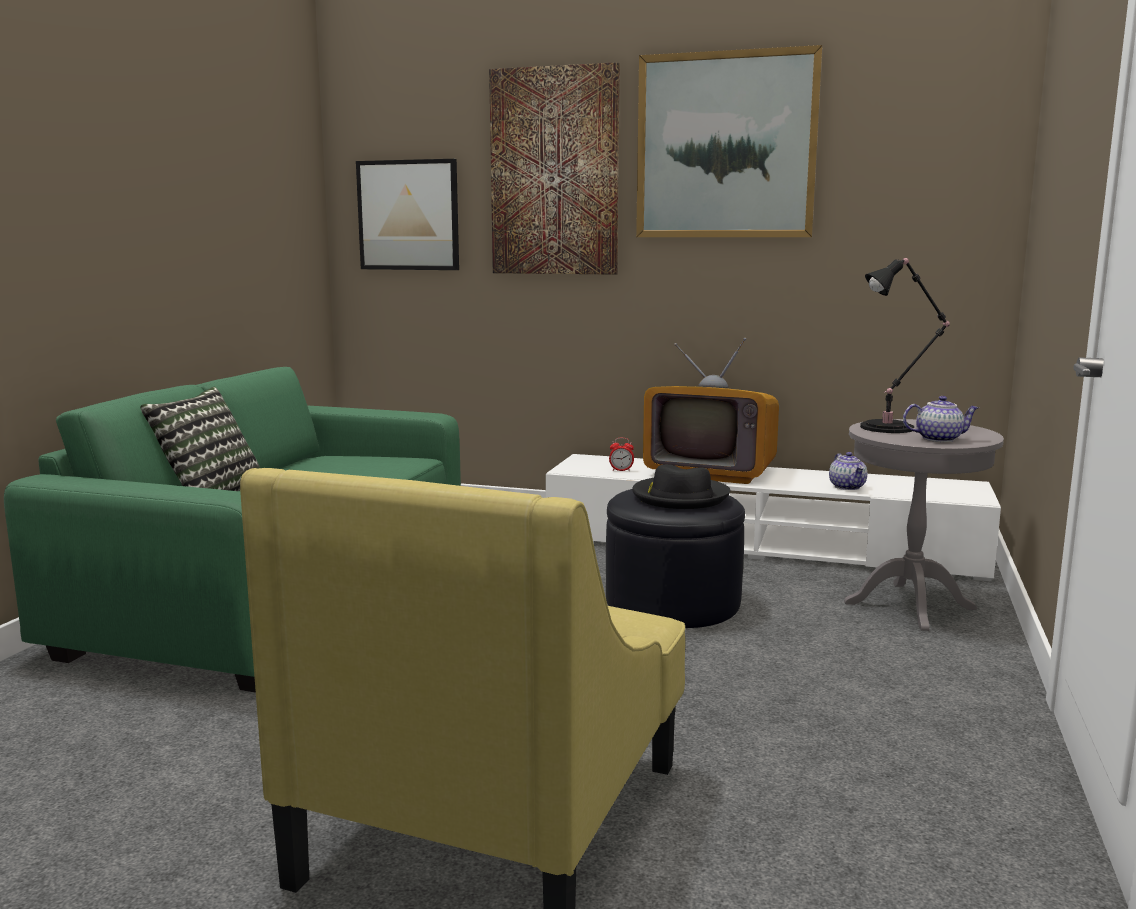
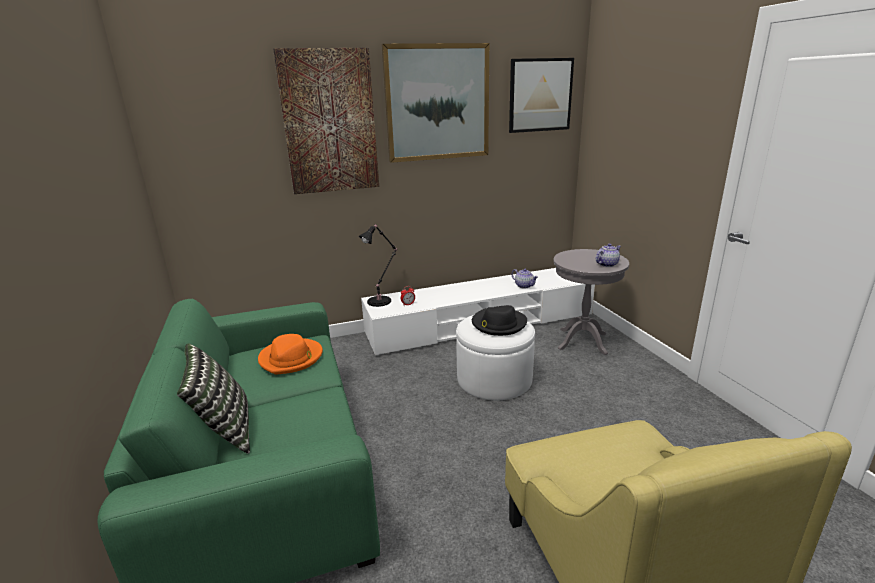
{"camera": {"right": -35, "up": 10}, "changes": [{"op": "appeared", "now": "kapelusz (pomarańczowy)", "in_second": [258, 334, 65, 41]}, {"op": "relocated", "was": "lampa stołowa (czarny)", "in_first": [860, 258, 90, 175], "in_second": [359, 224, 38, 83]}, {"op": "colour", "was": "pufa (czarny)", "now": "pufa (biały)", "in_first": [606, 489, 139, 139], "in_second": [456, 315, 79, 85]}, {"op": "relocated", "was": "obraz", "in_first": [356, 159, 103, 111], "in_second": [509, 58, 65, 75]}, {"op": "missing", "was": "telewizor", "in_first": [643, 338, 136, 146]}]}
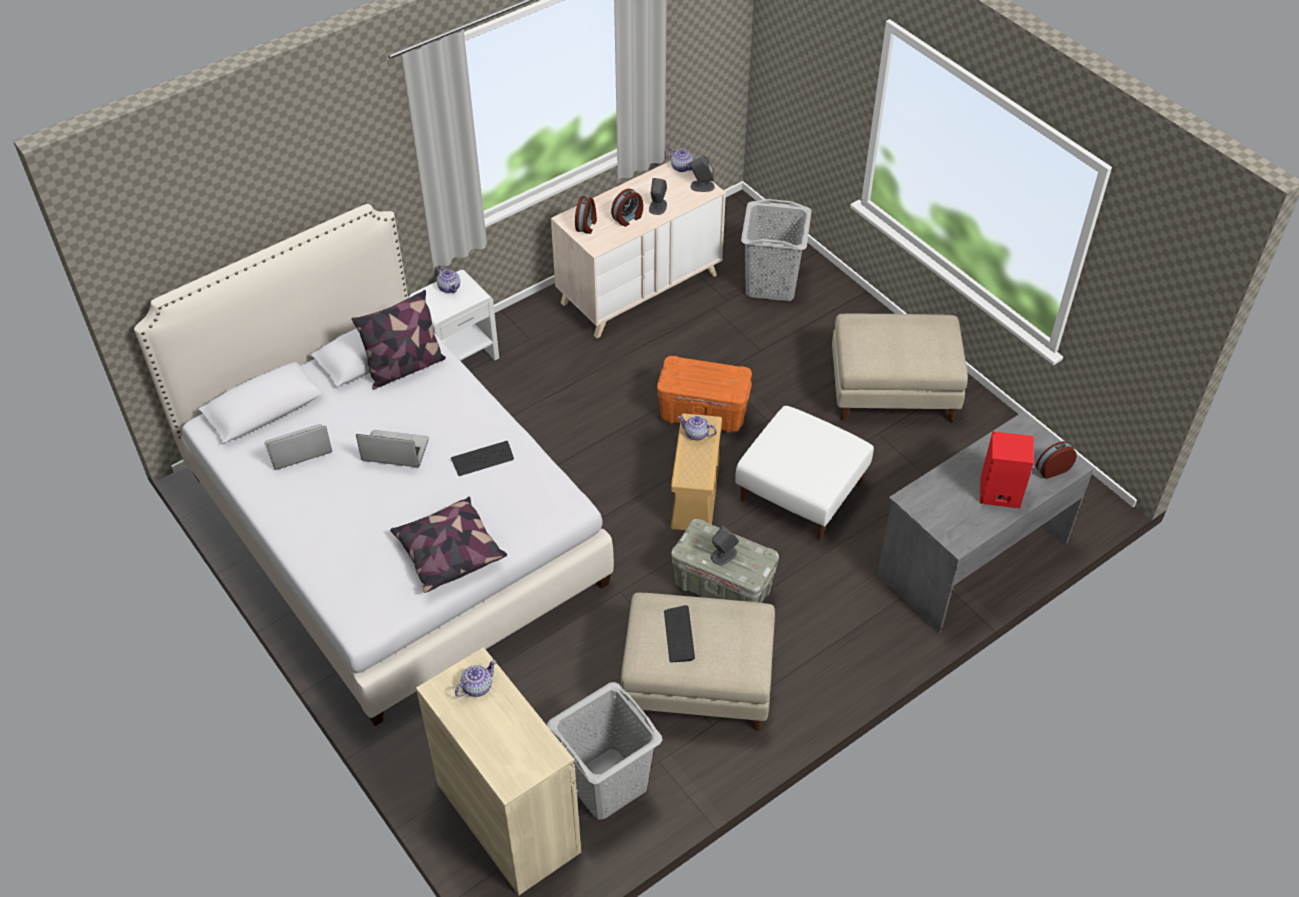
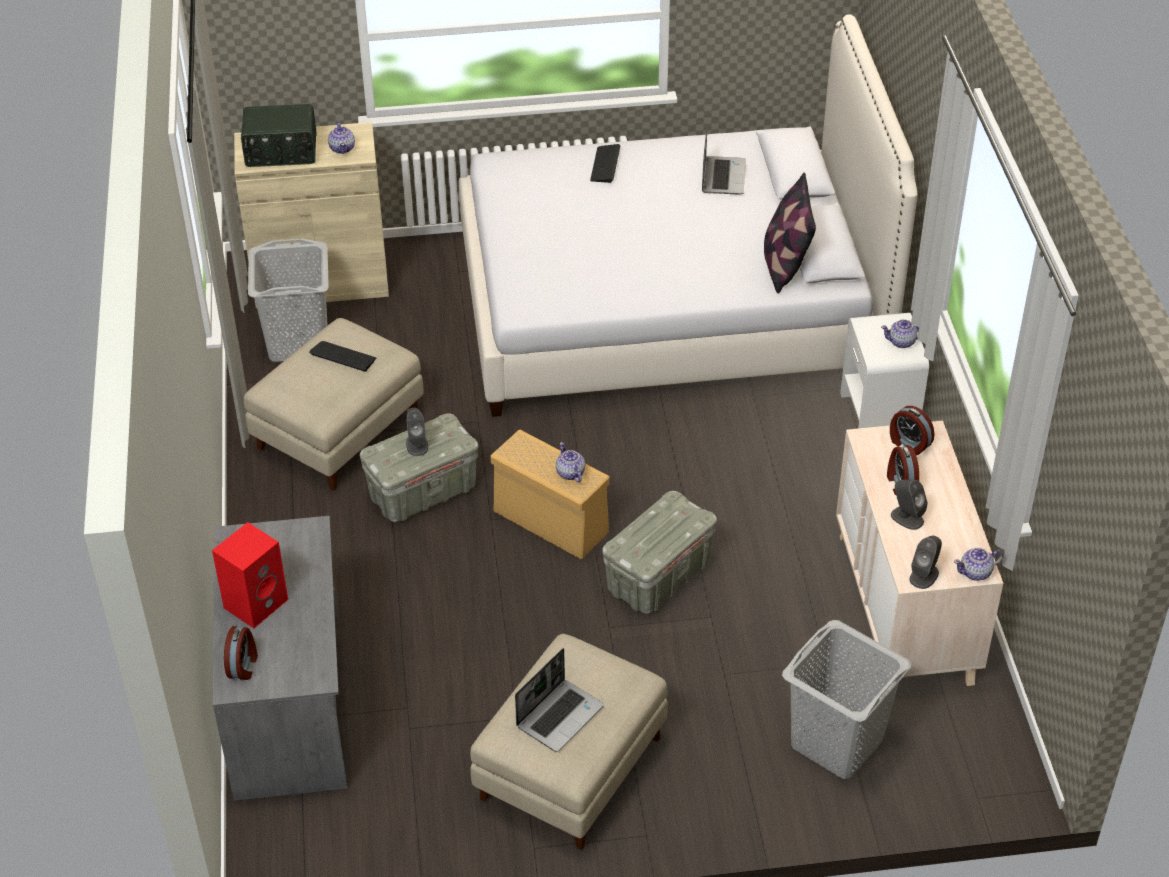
{"camera": {"right": 120, "up": -5}, "changes": [{"op": "appeared", "now": "radio", "in_second": [241, 104, 75, 63]}, {"op": "relocated", "was": "laptop", "in_first": [356, 430, 73, 37], "in_second": [515, 648, 89, 104]}, {"op": "spun", "was": "imbryk", "in_first": [678, 415, 39, 25], "in_second": [556, 442, 29, 40], "clockwise": -75}, {"op": "relocated", "was": "klawiatura", "in_first": [451, 441, 63, 35], "in_second": [590, 144, 30, 39]}, {"op": "colour", "was": "pojemnik do przechowywania (pomarańczowy)", "now": "pojemnik do przechowywania (szary)", "in_first": [657, 356, 95, 77], "in_second": [602, 491, 115, 123]}, {"op": "missing", "was": "poduszka", "in_first": [390, 496, 117, 97]}, {"op": "missing", "was": "pufa (biały)", "in_first": [735, 406, 139, 134]}]}
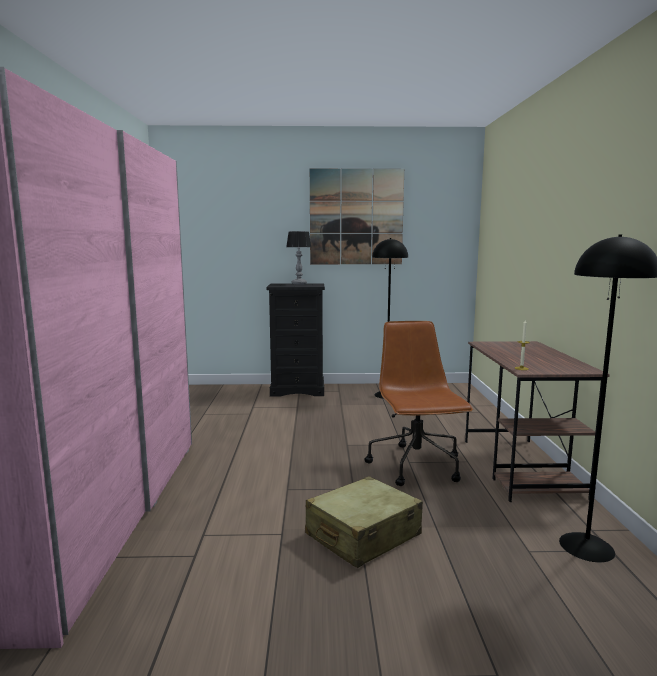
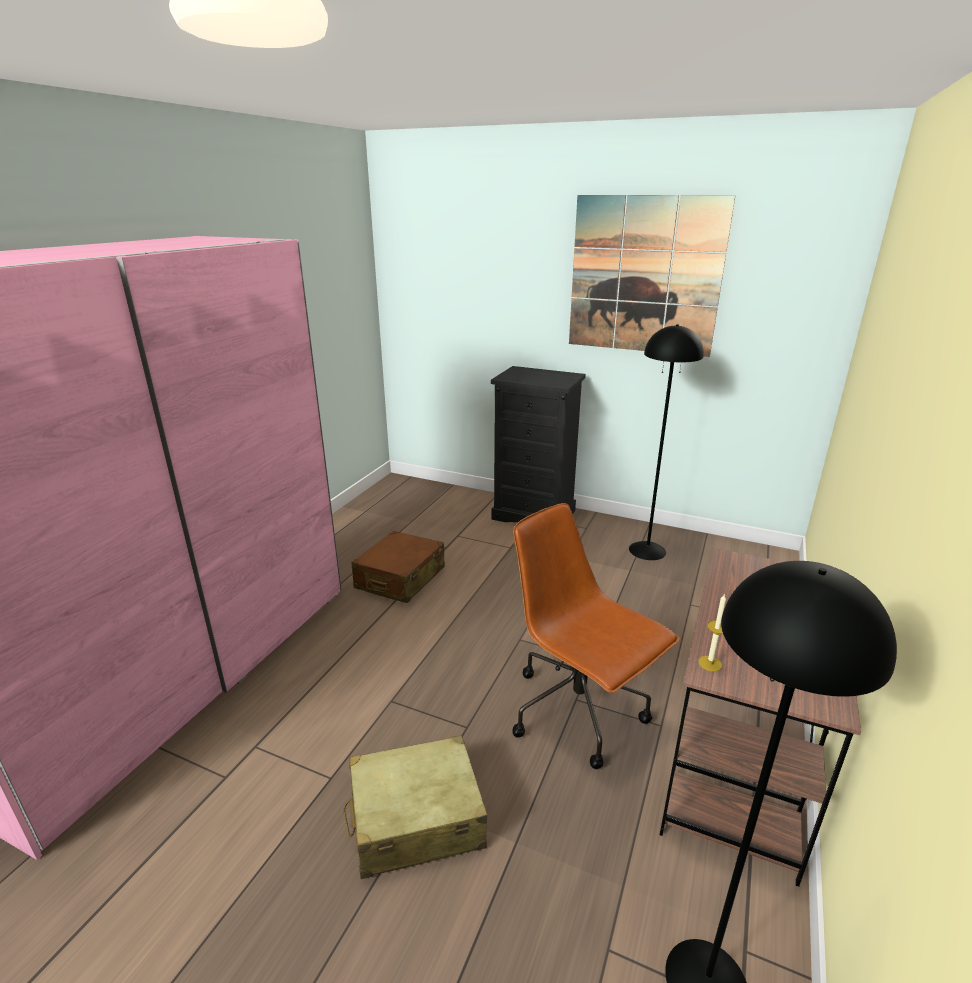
{"camera": {"right": 25, "up": 15}, "changes": [{"op": "appeared", "now": "walizka (brązowy)", "in_second": [351, 531, 94, 72]}, {"op": "spun", "was": "krzesło biurowe (brązowy)", "in_first": [364, 321, 109, 165], "in_second": [512, 503, 168, 266], "clockwise": -60}, {"op": "missing", "was": "lampa stołowa", "in_first": [286, 231, 25, 54]}]}
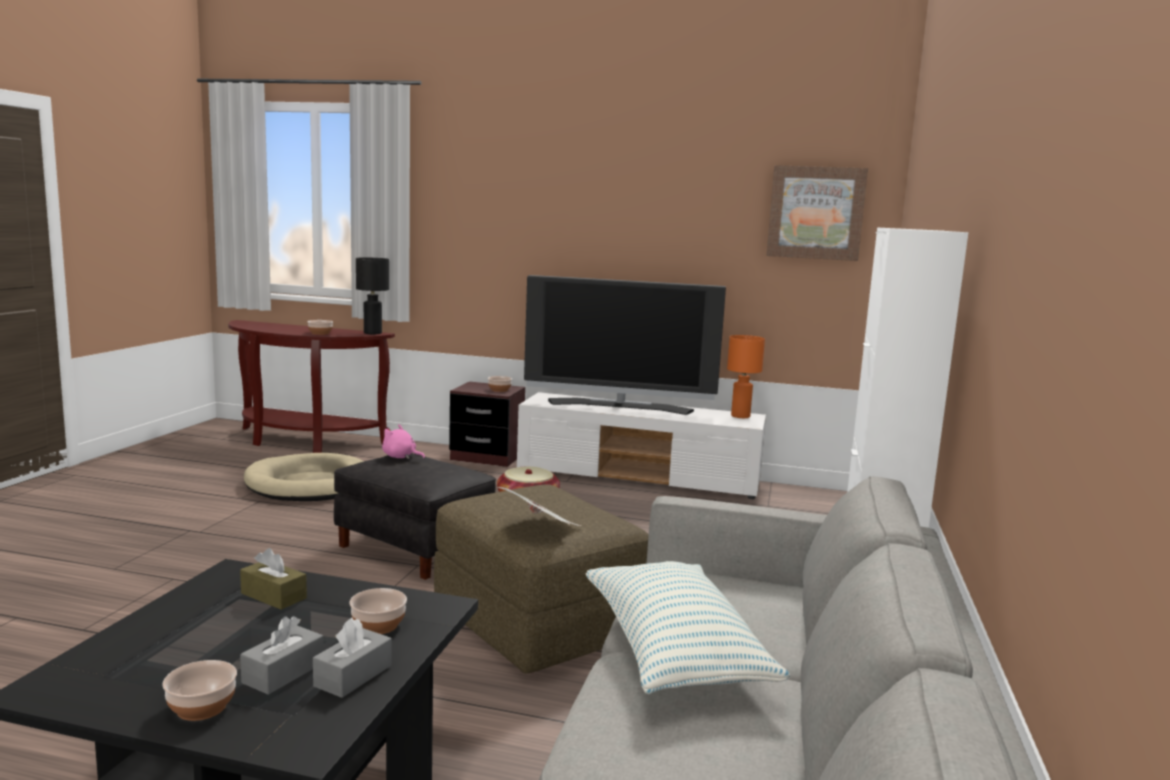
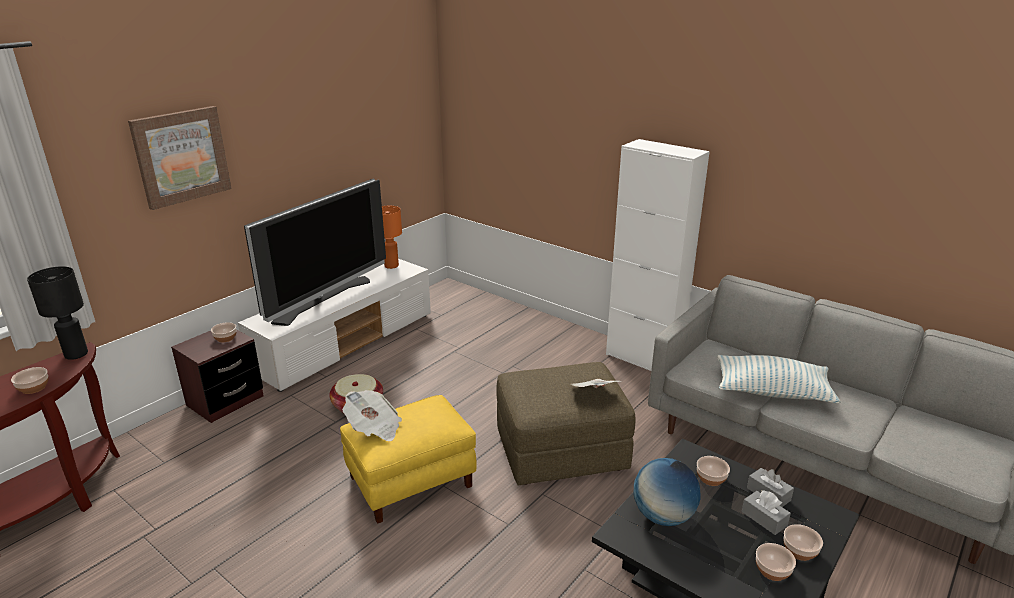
{"camera": {"right": -65, "up": 15}, "changes": [{"op": "relocated", "was": "obraz", "in_first": [766, 165, 102, 96], "in_second": [128, 106, 104, 104]}, {"op": "colour", "was": "pufa (czarny)", "now": "pufa (żółty)", "in_first": [334, 453, 162, 127], "in_second": [340, 395, 137, 129]}, {"op": "exchanged", "was": "pluszak (różowy)", "now": "gazeta", "in_first": [382, 424, 43, 35], "in_second": [342, 390, 60, 51]}, {"op": "exchanged", "was": "pudełko chusteczek (brązowy)", "now": "globus", "in_first": [240, 548, 67, 62], "in_second": [634, 458, 67, 68]}, {"op": "appeared", "now": "miska", "in_second": [756, 543, 40, 38]}, {"op": "missing", "was": "legowisko (beżowy)", "in_first": [244, 453, 120, 48]}]}
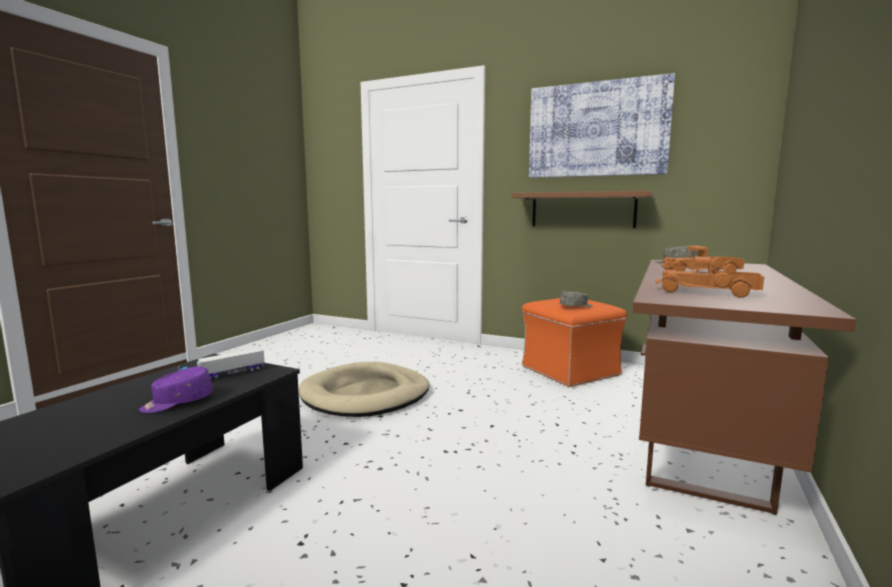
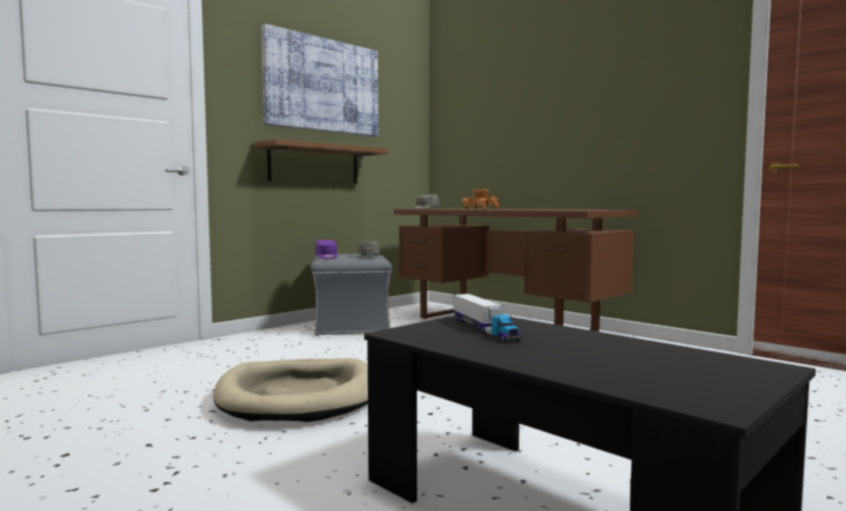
{"camera": {"right": -70, "up": -5}, "changes": [{"op": "colour", "was": "pufa (pomarańczowy)", "now": "pufa (szary)", "in_first": [522, 298, 105, 90], "in_second": [311, 254, 81, 82]}, {"op": "relocated", "was": "czapka z daszkiem (fioletowy)", "in_first": [139, 367, 74, 46], "in_second": [315, 240, 23, 19]}, {"op": "missing", "was": "ciężarówka zabawkowa", "in_first": [656, 256, 108, 42]}]}
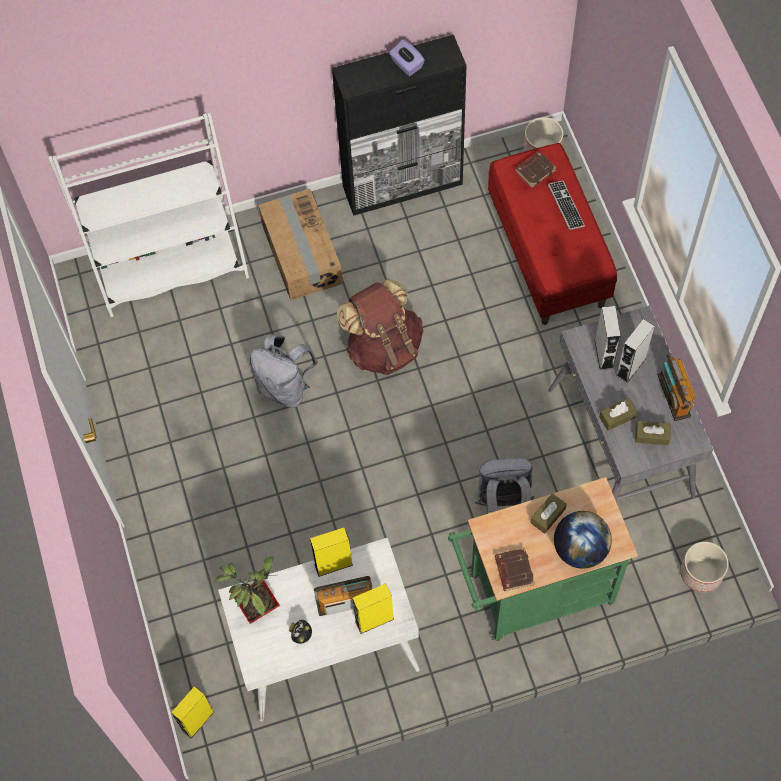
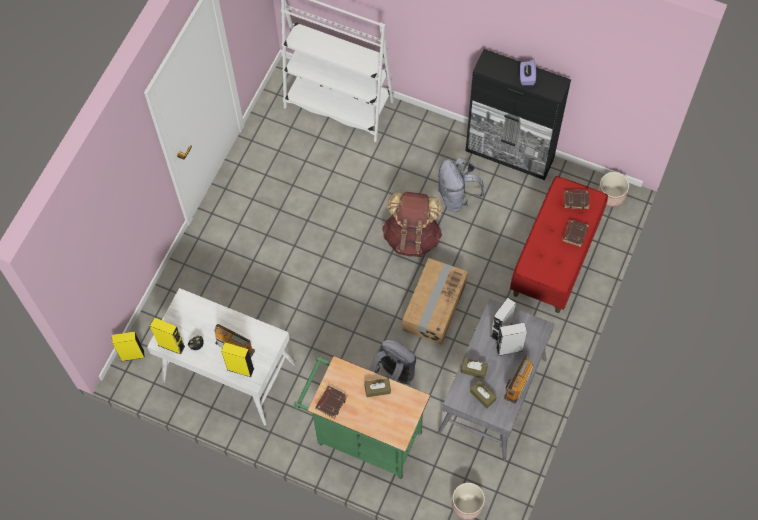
{"camera": {"right": 40, "up": 0}, "changes": [{"op": "relocated", "was": "głośnik (żółty)", "in_first": [310, 527, 43, 50], "in_second": [150, 317, 35, 38]}, {"op": "relocated", "was": "karton", "in_first": [258, 189, 85, 111], "in_second": [403, 258, 65, 87]}, {"op": "relocated", "was": "plecak (szary)", "in_first": [250, 335, 68, 73], "in_second": [438, 157, 46, 55]}, {"op": "exchanged", "was": "klawiatura", "now": "książka (brązowy)", "in_first": [548, 181, 37, 49], "in_second": [562, 219, 27, 28]}, {"op": "missing", "was": "roślina doniczkowa", "in_first": [215, 557, 65, 67]}, {"op": "missing", "was": "globus", "in_first": [554, 511, 58, 58]}]}
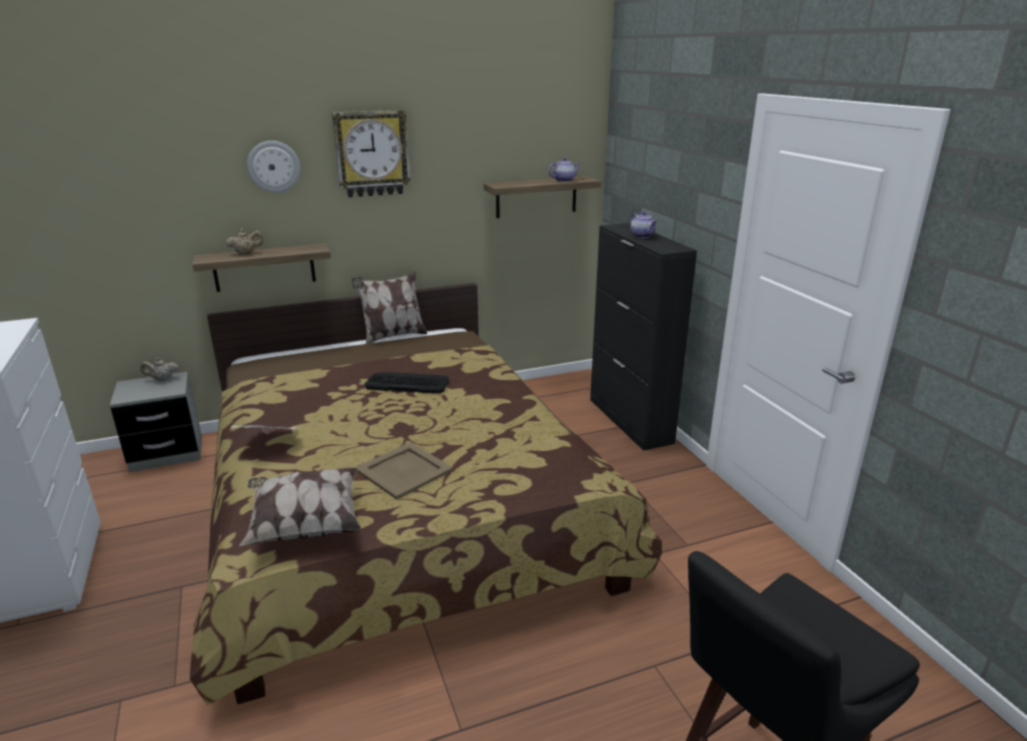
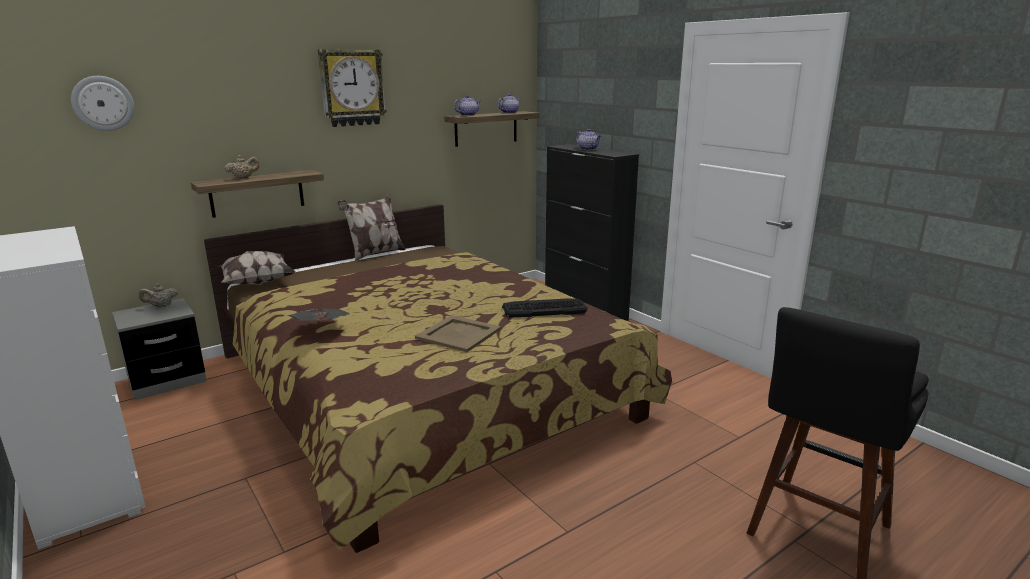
{"camera": {"right": -15, "up": -5}, "changes": [{"op": "relocated", "was": "zegar ścienny", "in_first": [247, 141, 53, 52], "in_second": [71, 76, 63, 55]}, {"op": "relocated", "was": "poduszka", "in_first": [239, 468, 122, 78], "in_second": [216, 251, 80, 34]}, {"op": "appeared", "now": "imbryk", "in_second": [454, 95, 27, 21]}, {"op": "relocated", "was": "klawiatura", "in_first": [364, 372, 85, 21], "in_second": [502, 298, 86, 20]}]}
